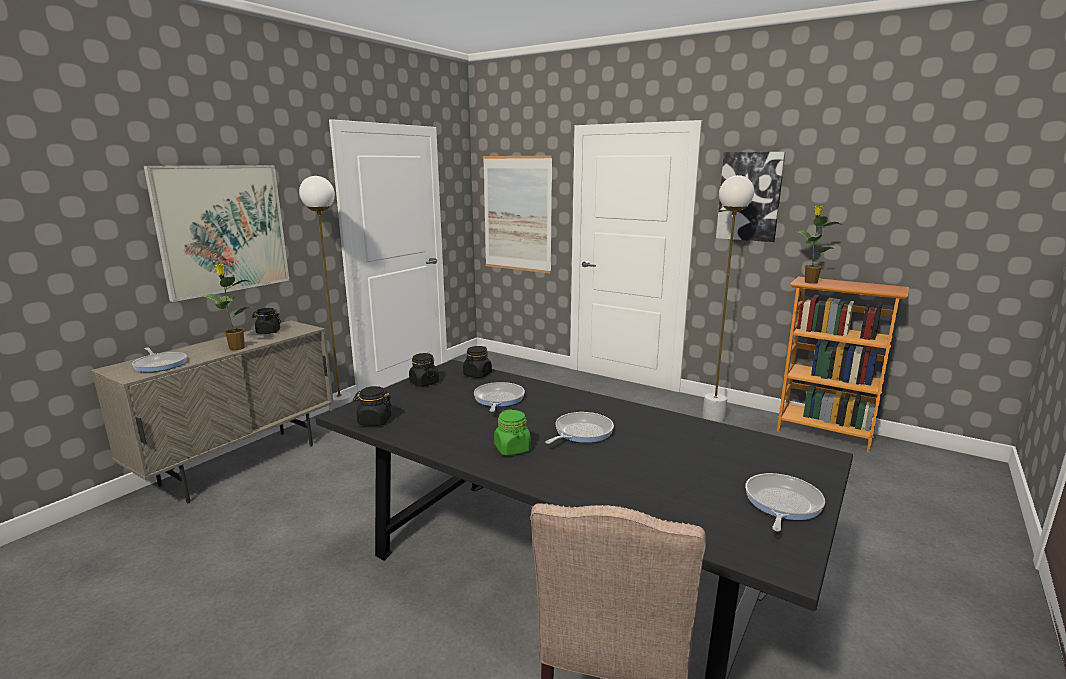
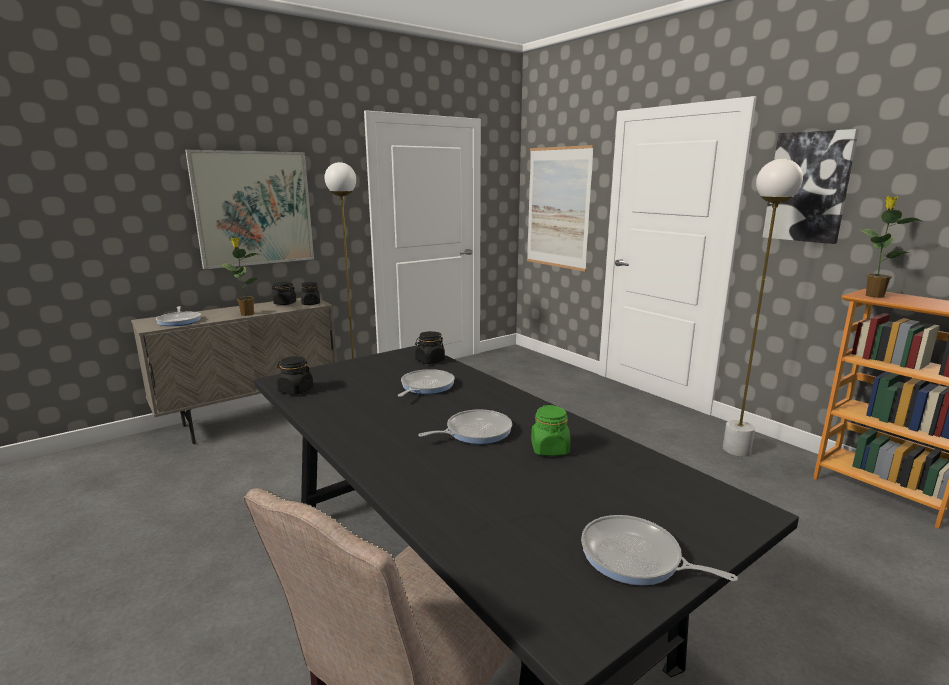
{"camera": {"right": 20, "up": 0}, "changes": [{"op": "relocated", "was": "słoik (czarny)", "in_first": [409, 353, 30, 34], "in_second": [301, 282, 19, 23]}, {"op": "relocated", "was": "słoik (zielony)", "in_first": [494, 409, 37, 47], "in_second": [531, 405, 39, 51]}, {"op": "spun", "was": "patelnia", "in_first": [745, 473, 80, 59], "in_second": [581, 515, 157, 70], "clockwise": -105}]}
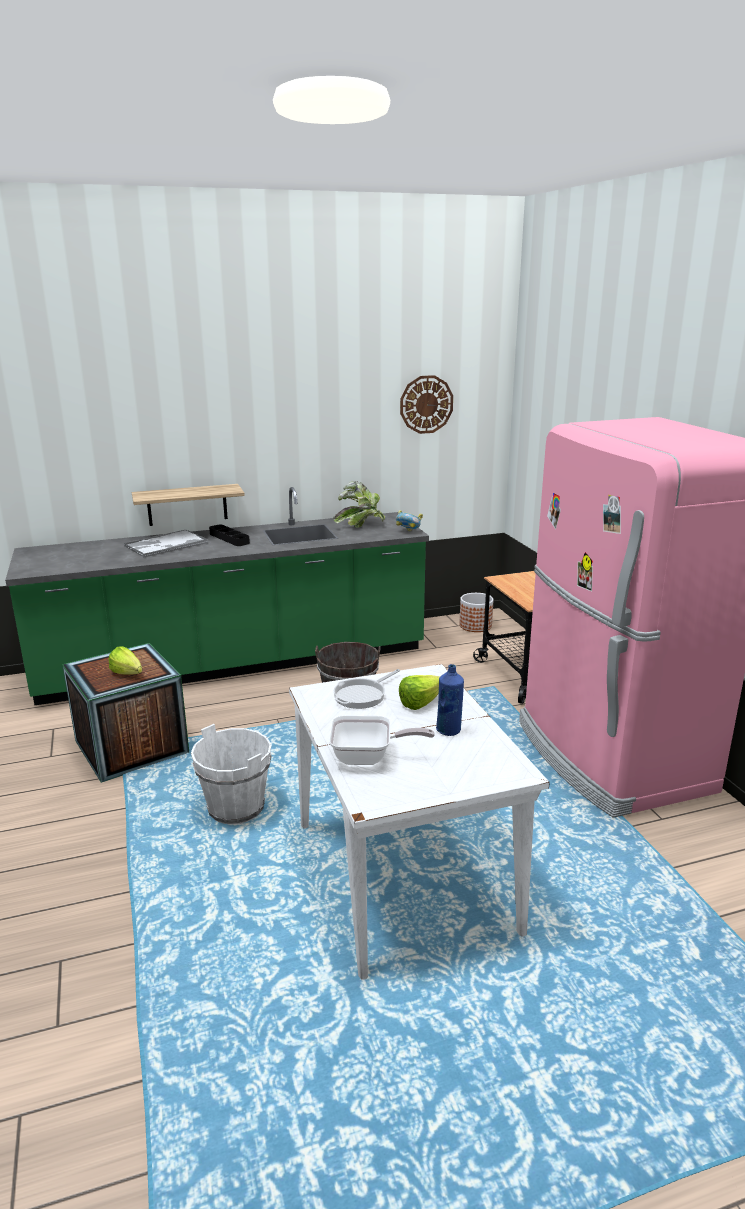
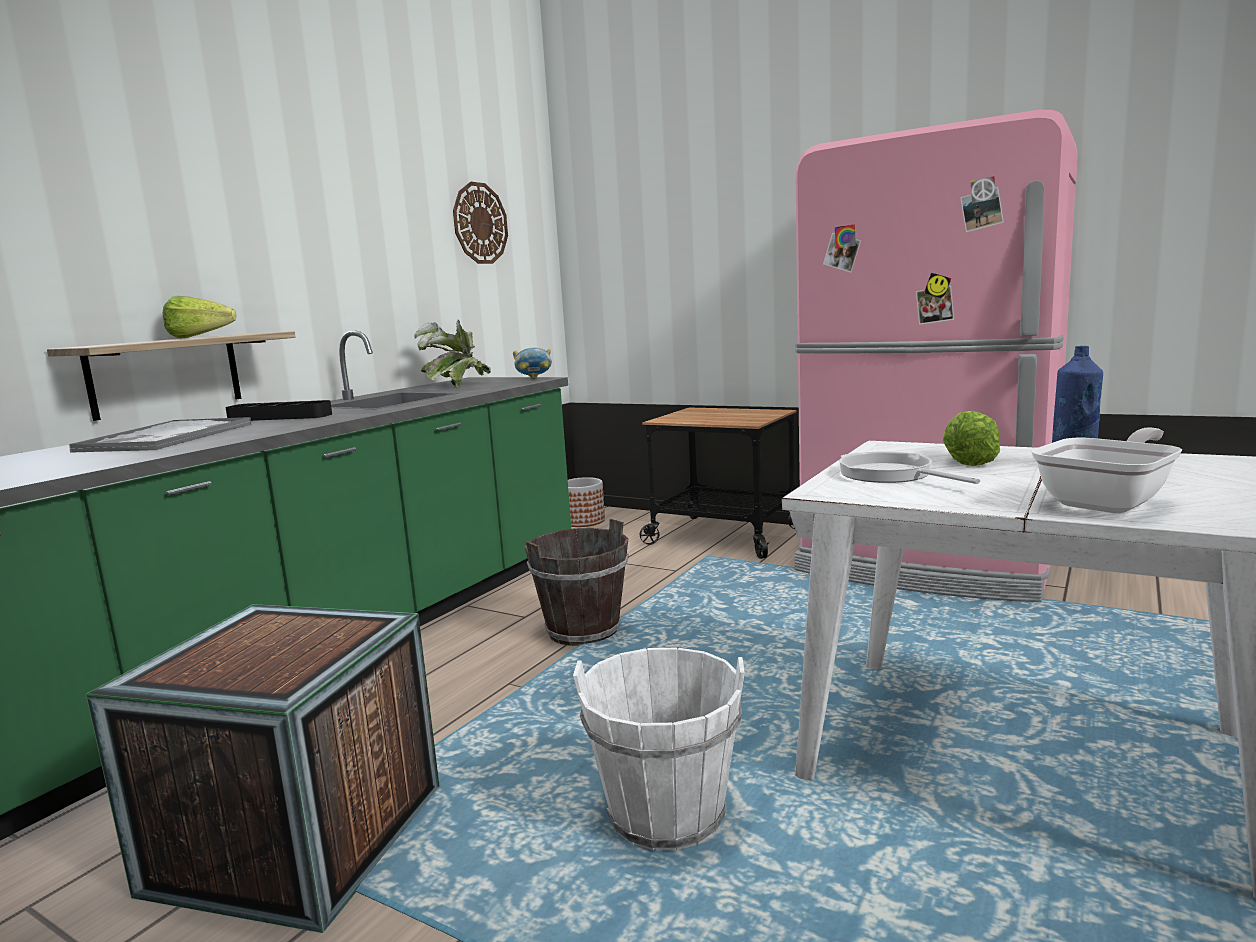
{"camera": {"right": -40, "up": -10}, "changes": [{"op": "relocated", "was": "sałata", "in_first": [108, 646, 34, 29], "in_second": [163, 296, 73, 42]}, {"op": "spun", "was": "patelnia", "in_first": [334, 669, 66, 40], "in_second": [839, 451, 141, 33], "clockwise": 150}]}
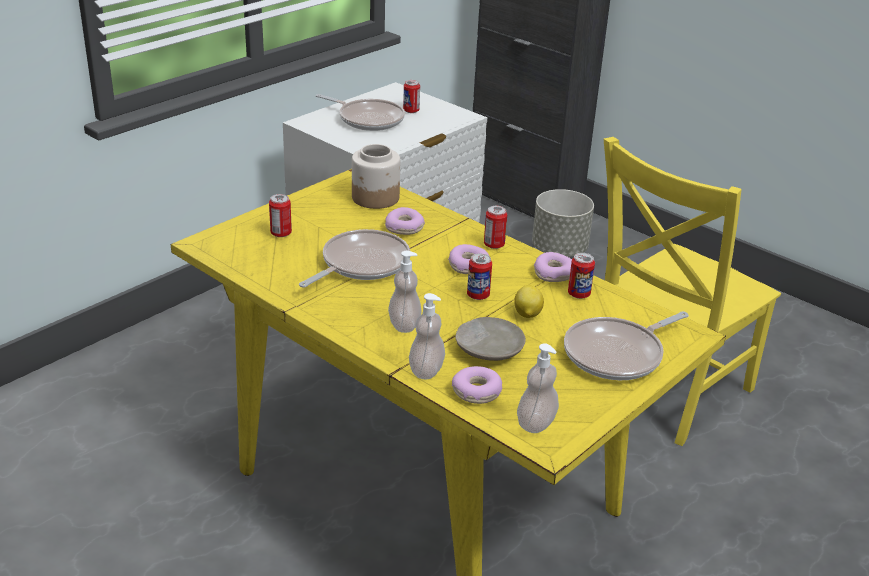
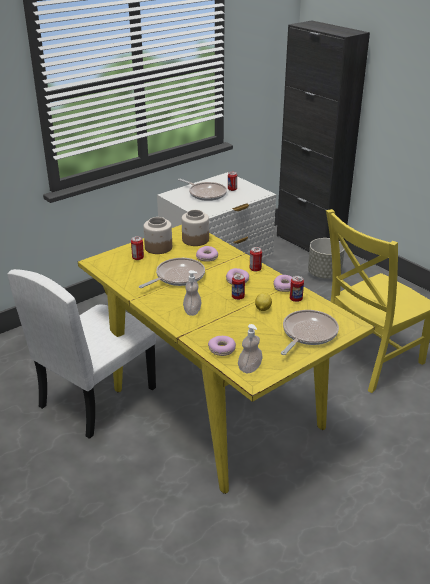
{"camera": {"right": 10, "up": 0}, "changes": [{"op": "appeared", "now": "krzesło (biały)", "in_second": [7, 269, 149, 170]}, {"op": "appeared", "now": "słoik", "in_second": [143, 217, 29, 37]}, {"op": "spun", "was": "patelnia", "in_first": [564, 311, 125, 69], "in_second": [281, 310, 58, 45], "clockwise": 150}, {"op": "missing", "was": "dozownik mydła", "in_first": [409, 293, 36, 86]}, {"op": "missing", "was": "talerz (beżowy)", "in_first": [455, 317, 71, 44]}]}
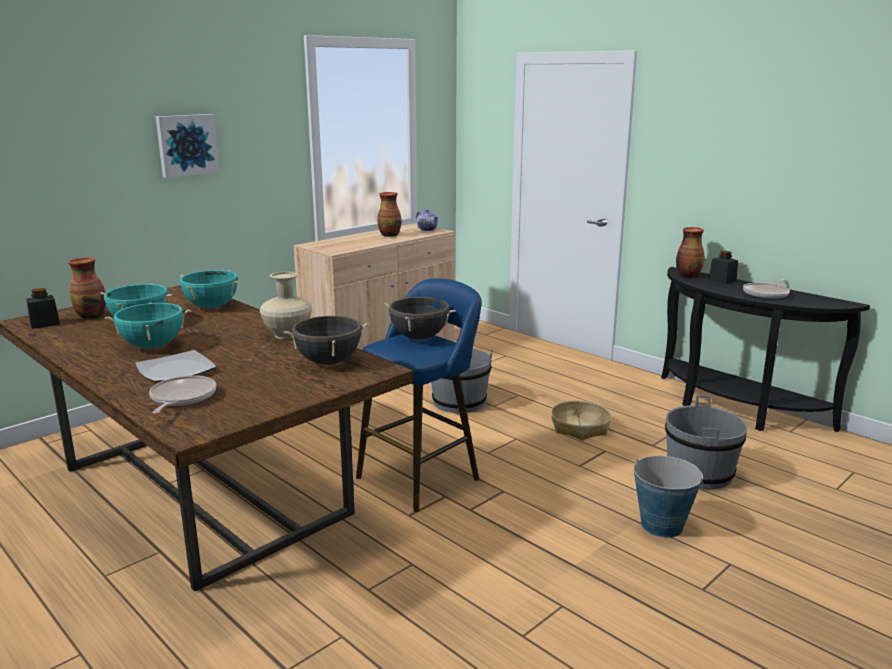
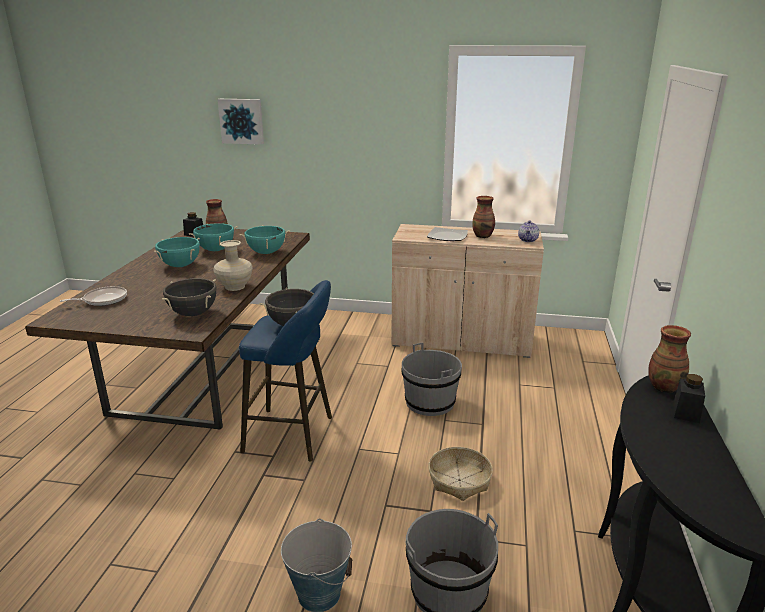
{"camera": {"right": 55, "up": 5}, "changes": [{"op": "relocated", "was": "obraz", "in_first": [155, 114, 65, 64], "in_second": [218, 99, 46, 46]}, {"op": "relocated", "was": "talerz", "in_first": [135, 350, 81, 32], "in_second": [427, 227, 41, 14]}, {"op": "missing", "was": "patelnia", "in_first": [743, 279, 47, 20]}]}
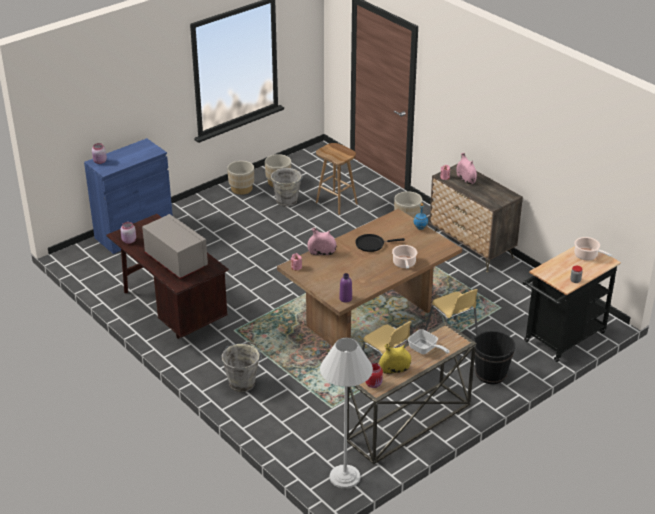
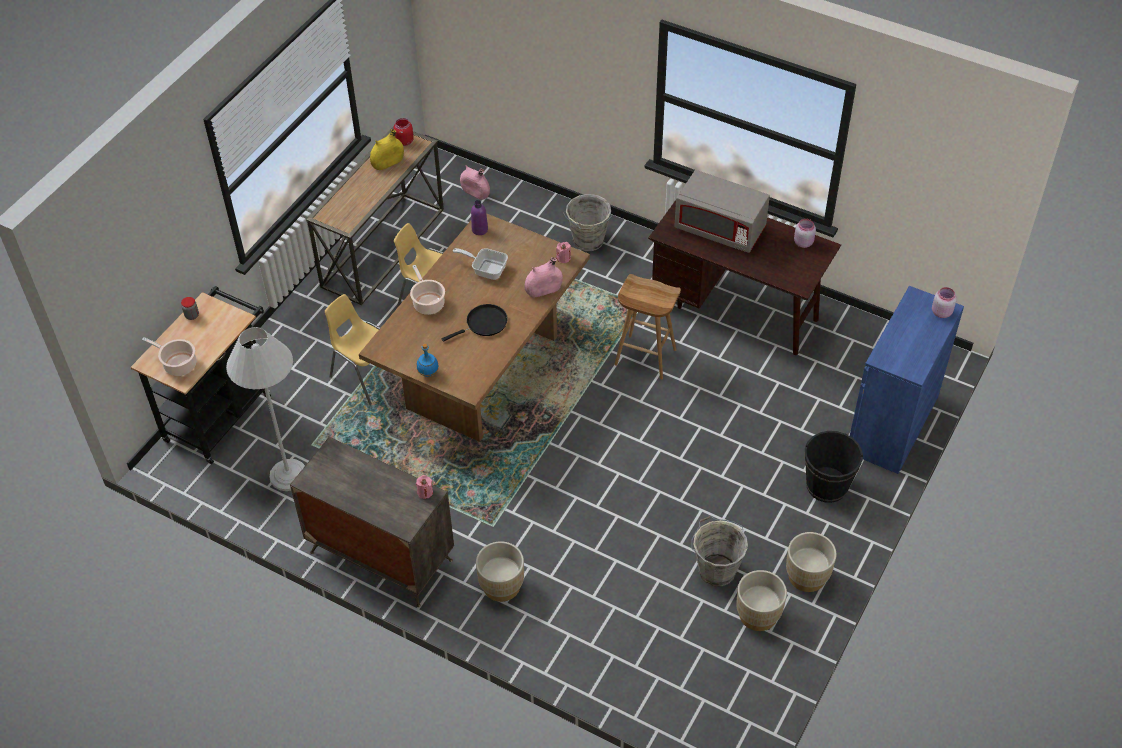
{"camera": {"right": 160, "up": 15}, "changes": [{"op": "relocated", "was": "lampa stojąca (biały)", "in_first": [320, 338, 53, 151], "in_second": [226, 327, 79, 164]}, {"op": "relocated", "was": "patelnia", "in_first": [408, 329, 41, 25], "in_second": [453, 248, 55, 32]}, {"op": "relocated", "was": "wazon (różowy)", "in_first": [456, 153, 21, 31], "in_second": [460, 165, 30, 35]}, {"op": "relocated", "was": "stołek (brązowy)", "in_first": [316, 143, 42, 72], "in_second": [615, 274, 66, 105]}, {"op": "relocated", "was": "wiadro (czarny)", "in_first": [473, 331, 42, 53], "in_second": [805, 431, 58, 72]}]}
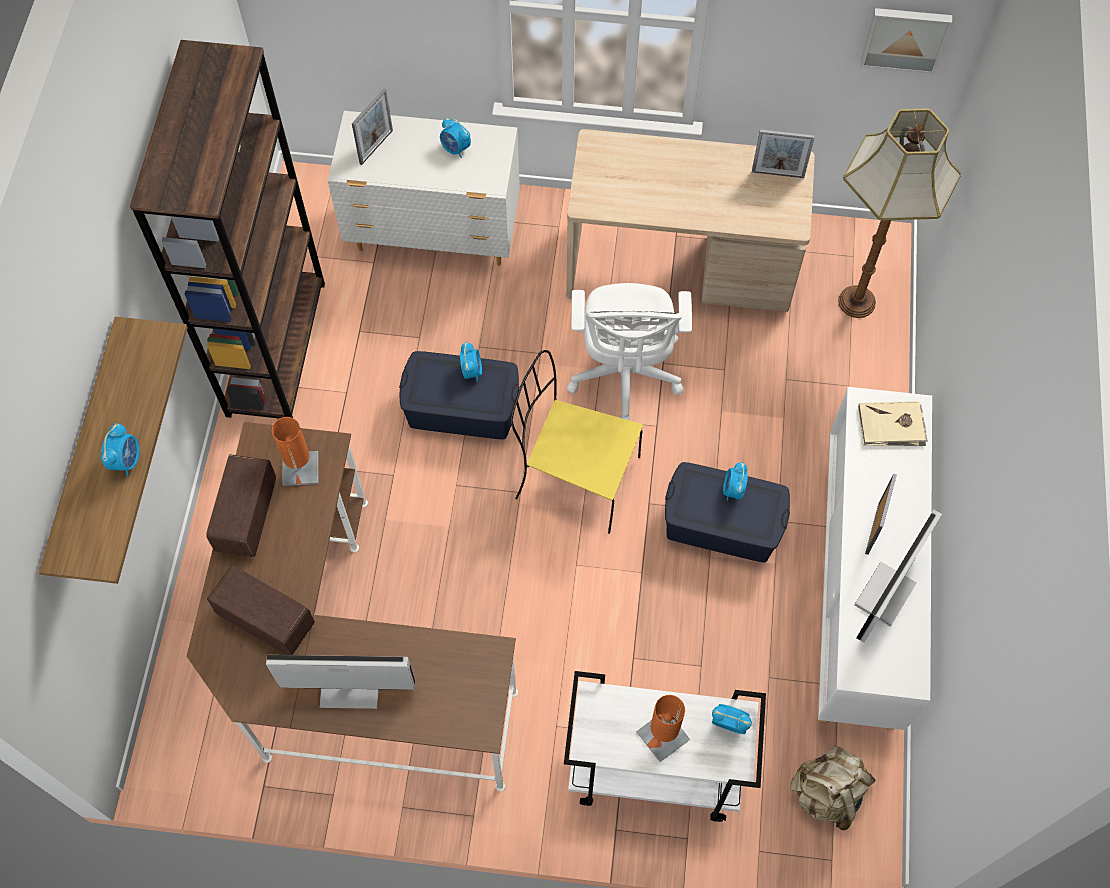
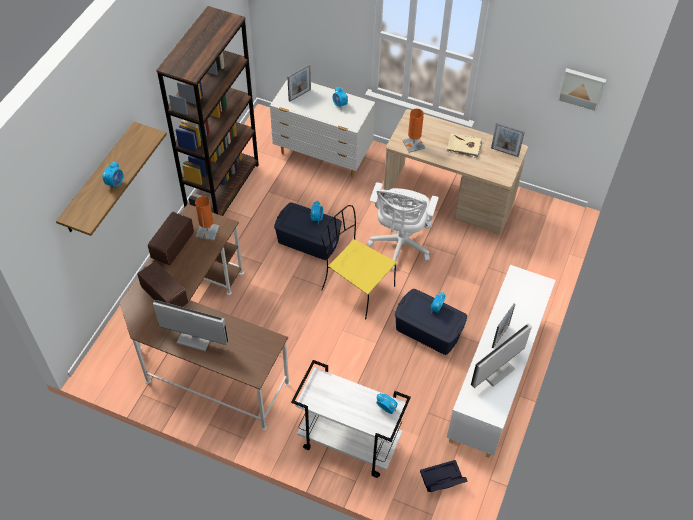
{"camera": {"right": 15, "up": -10}, "changes": [{"op": "relocated", "was": "lampa stołowa (pomarańczowy)", "in_first": [636, 695, 54, 67], "in_second": [402, 109, 23, 44]}, {"op": "exchanged", "was": "plecak (beżowy)", "now": "pojemnik do przechowywania (czarny)", "in_first": [790, 747, 86, 84], "in_second": [420, 460, 47, 32]}, {"op": "relocated", "was": "książka (beżowy)", "in_first": [858, 401, 70, 45], "in_second": [446, 133, 36, 25]}, {"op": "missing", "was": "lampa stojąca", "in_first": [838, 108, 123, 210]}]}
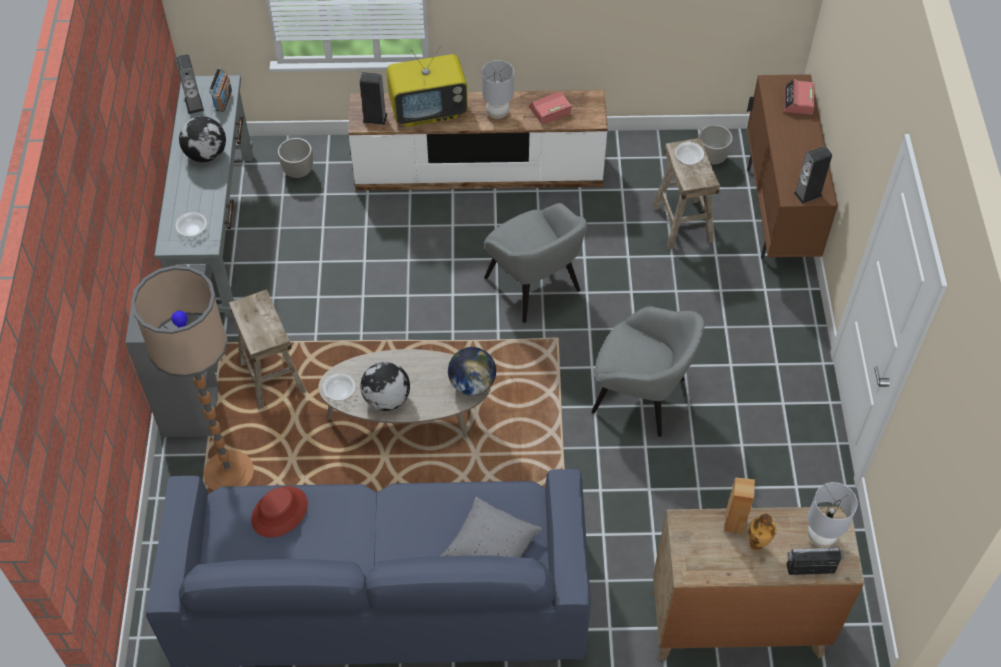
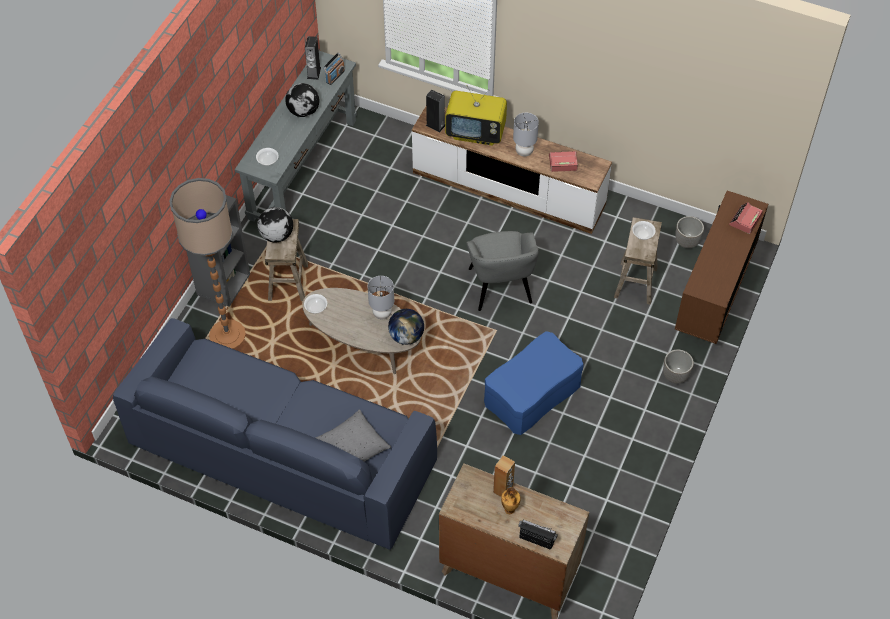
{"camera": {"right": 25, "up": 0}, "changes": [{"op": "relocated", "was": "globus", "in_first": [361, 362, 49, 49], "in_second": [257, 207, 36, 36]}, {"op": "relocated", "was": "lampa stołowa (szary)", "in_first": [808, 482, 50, 65], "in_second": [367, 276, 27, 43]}, {"op": "exchanged", "was": "fotel (szary)", "now": "pufa (niebieski)", "in_first": [591, 306, 113, 131], "in_second": [484, 331, 100, 104]}, {"op": "relocated", "was": "donica", "in_first": [278, 138, 35, 40], "in_second": [663, 349, 31, 35]}, {"op": "missing", "was": "kapelusz (czerwony)", "in_first": [251, 486, 57, 52]}, {"op": "missing", "was": "głośnik", "in_first": [794, 146, 38, 58]}]}
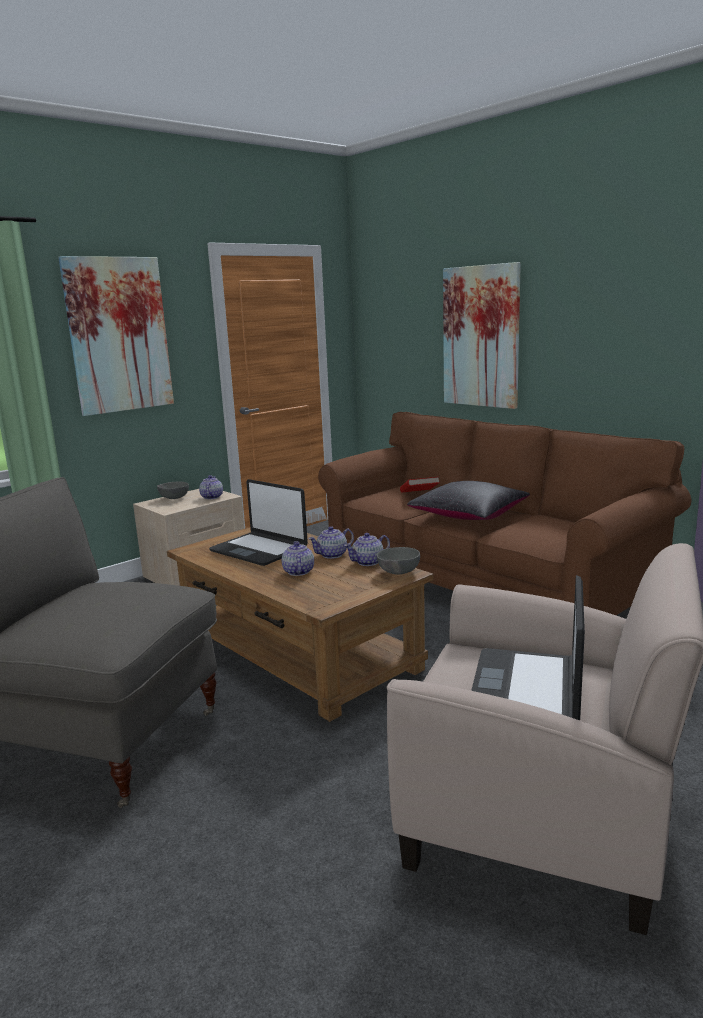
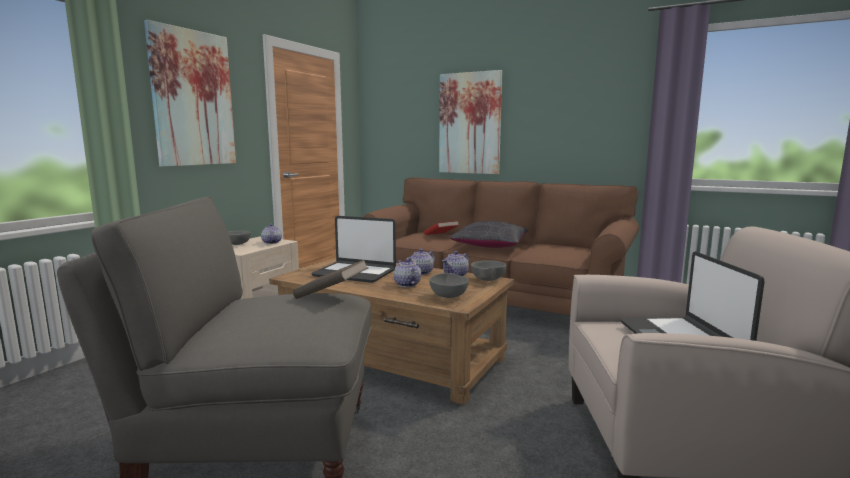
{"camera": {"right": -20, "up": -5}, "changes": [{"op": "appeared", "now": "książka (brązowy)", "in_second": [293, 259, 75, 40]}, {"op": "appeared", "now": "miska (szary)", "in_second": [429, 273, 40, 25]}]}
